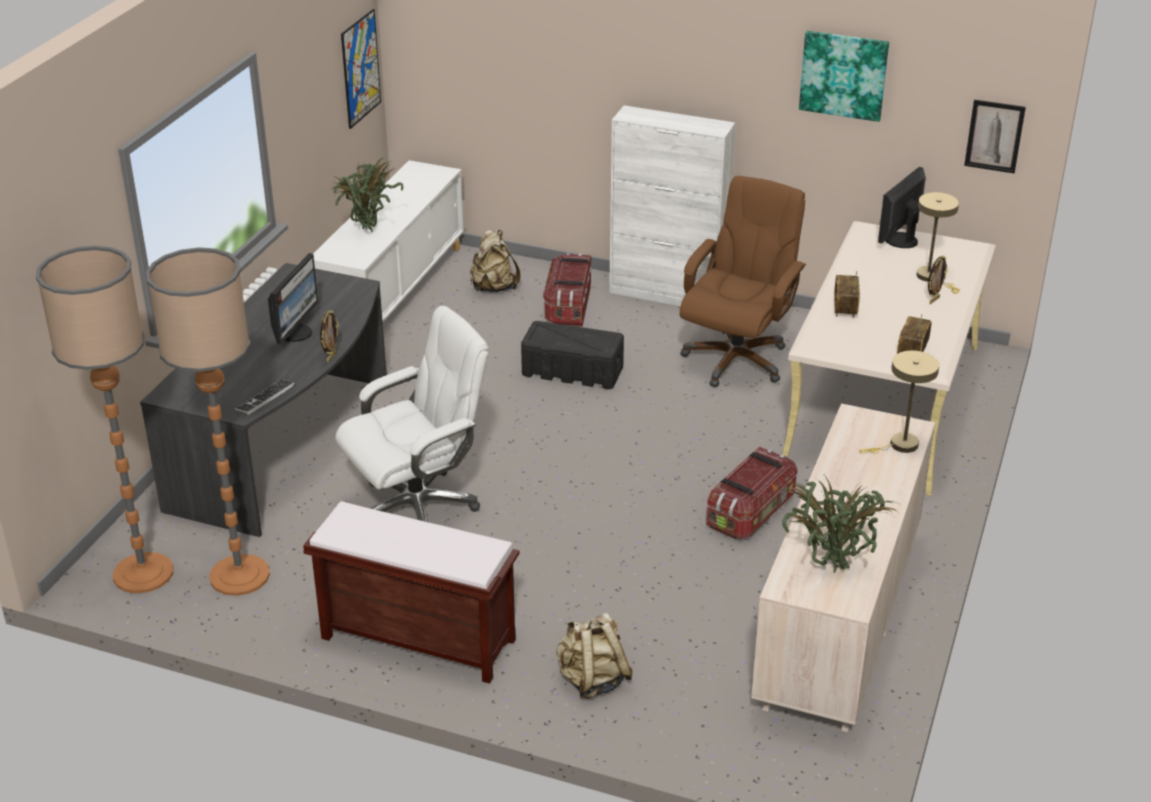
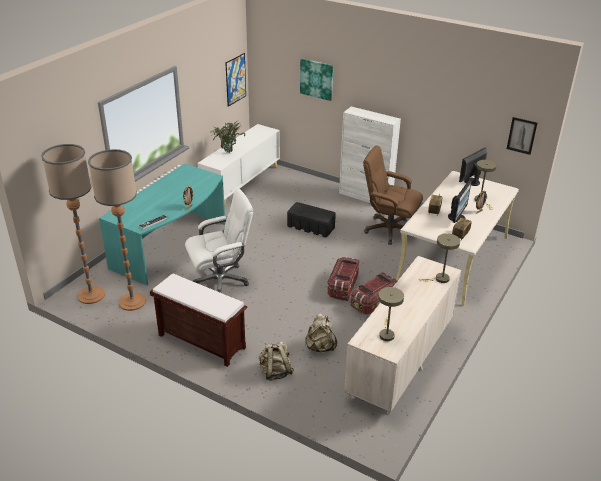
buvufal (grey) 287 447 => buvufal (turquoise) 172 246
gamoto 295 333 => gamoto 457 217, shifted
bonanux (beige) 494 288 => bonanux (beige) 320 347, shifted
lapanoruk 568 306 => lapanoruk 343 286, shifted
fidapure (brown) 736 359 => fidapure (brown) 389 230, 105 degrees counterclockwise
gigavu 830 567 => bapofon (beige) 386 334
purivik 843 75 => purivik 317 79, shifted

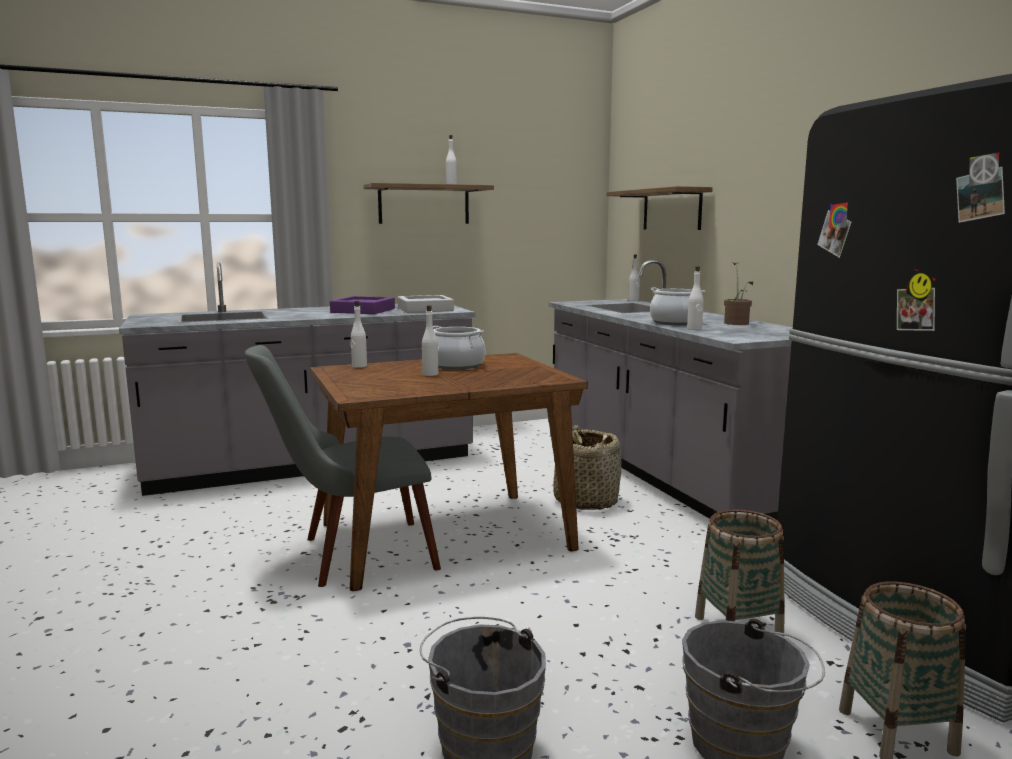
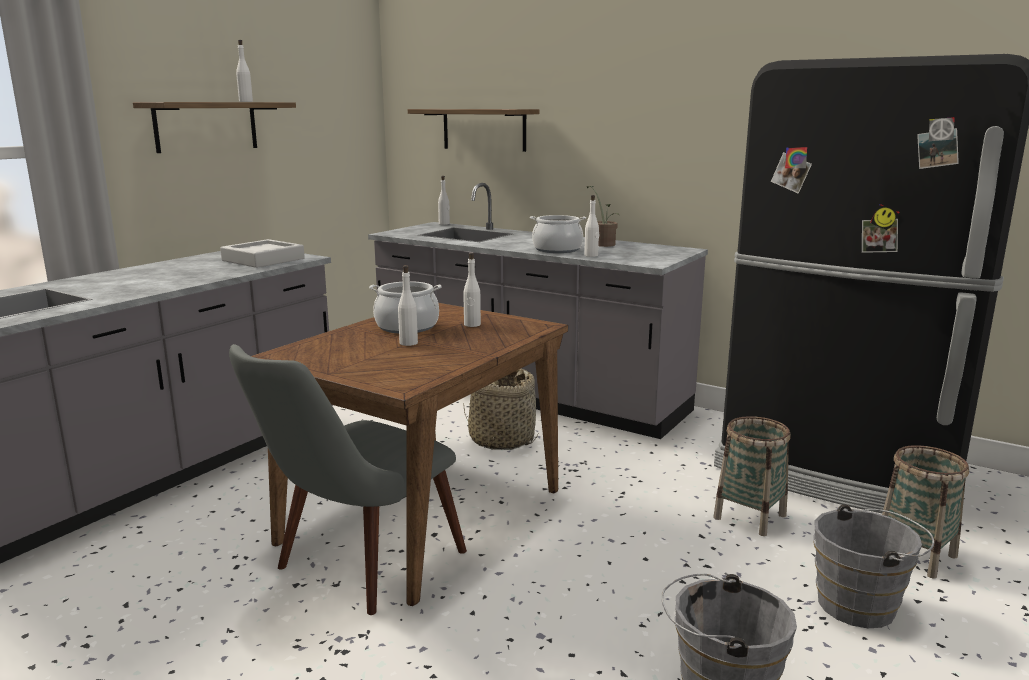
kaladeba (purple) 363 310 => nothing
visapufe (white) 359 366 => visapufe (white) 472 324, shifted

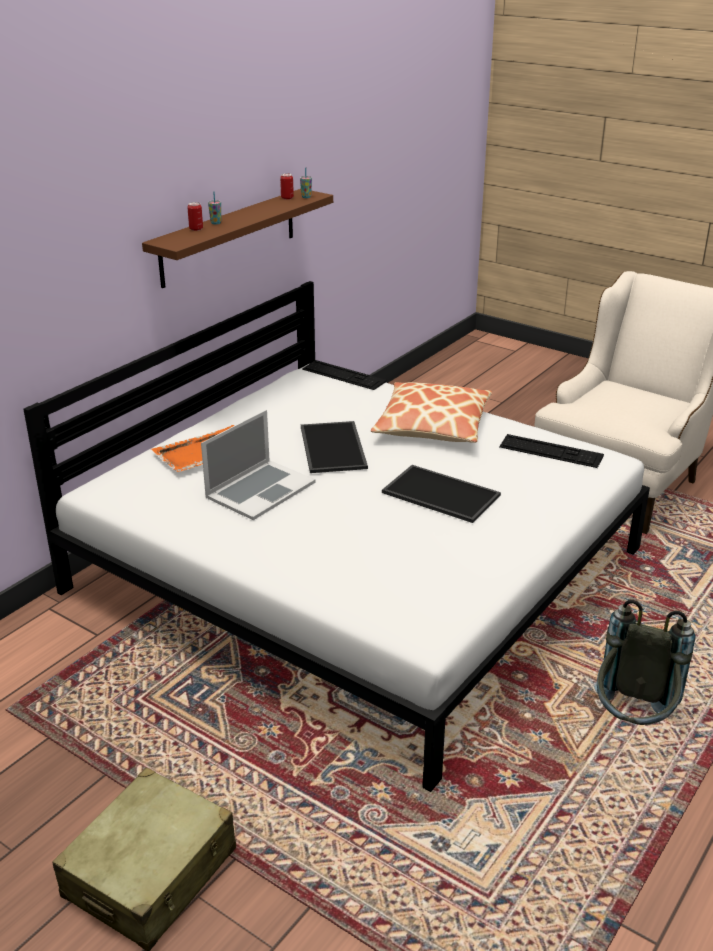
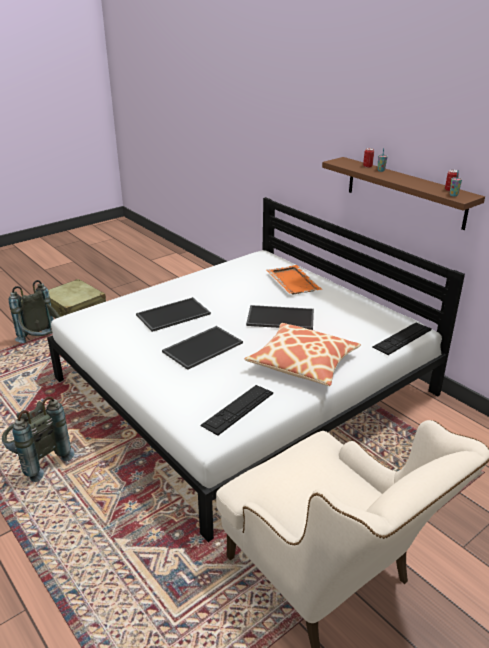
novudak 260 489 => nothing
nothing => bonanux (grey) 43 343
nothing => kaladeba 173 315

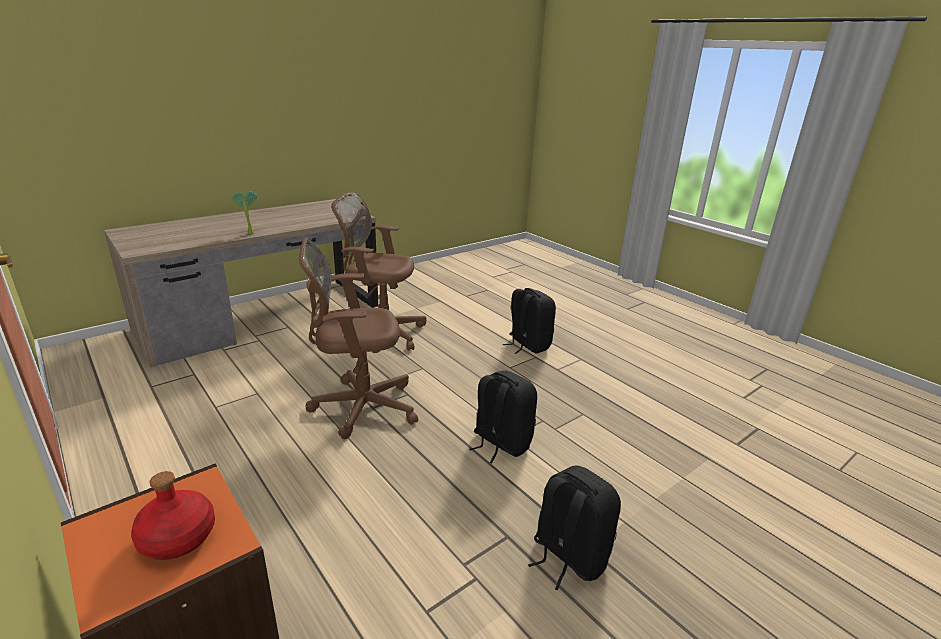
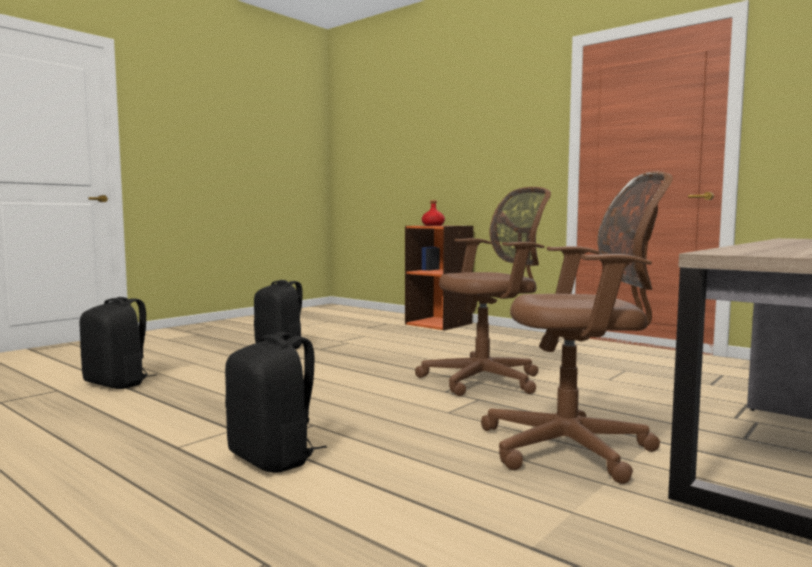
gigavu 249 233 => nothing
bonanux (black) 500 443 => bonanux (black) 118 383, shifted

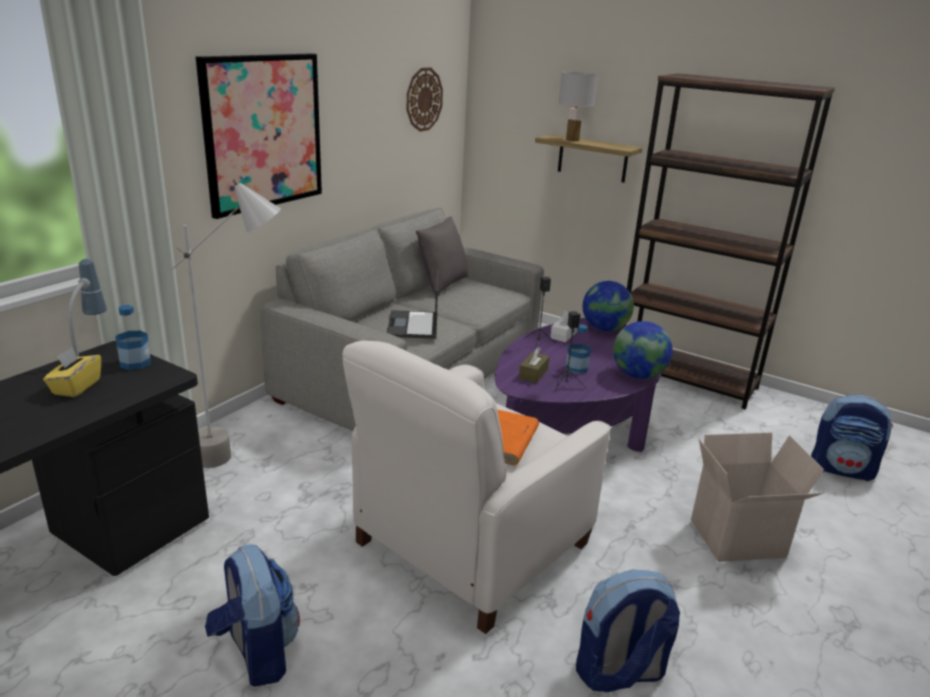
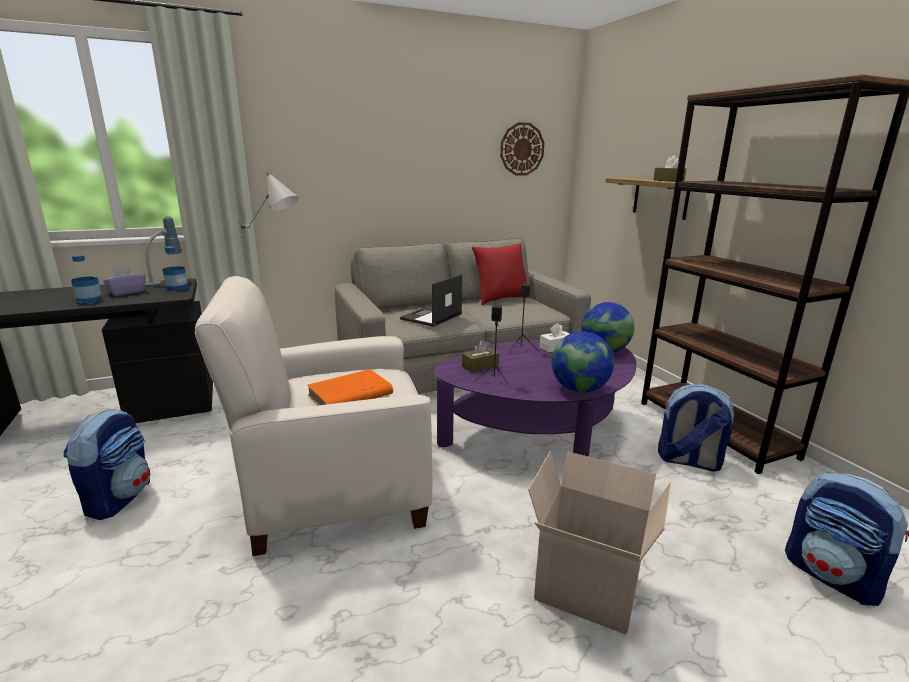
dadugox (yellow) 76 387 => dadugox (purple) 127 292
purivik 263 132 => nothing
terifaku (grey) 442 285 => terifaku (red) 500 299
bapofon (white) 572 140 => nothing
visapufe 576 368 => visapufe 89 300, shifted
bonanux 619 673 => bonanux 688 461, shifted
nothing => dadugox (brown) 668 181

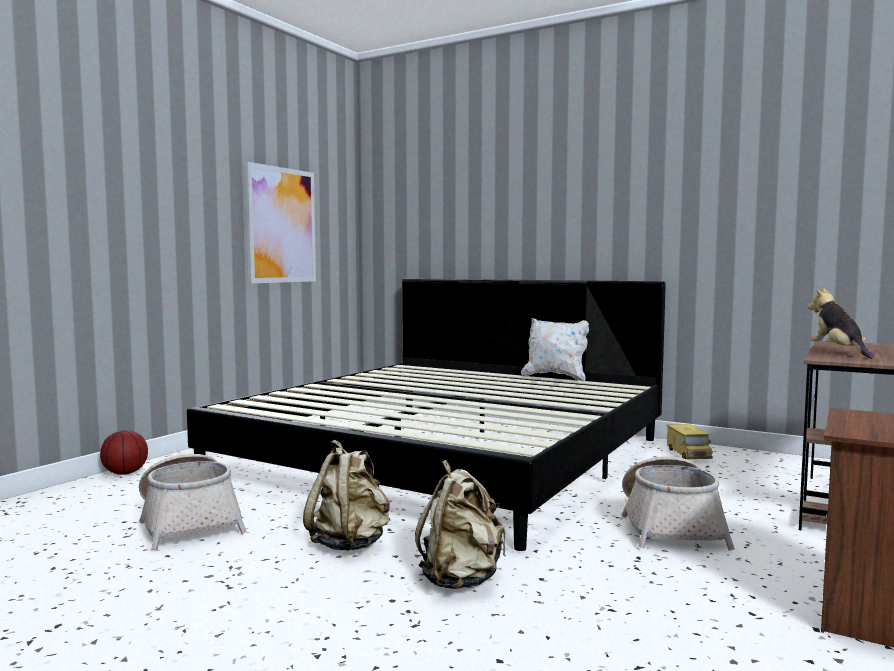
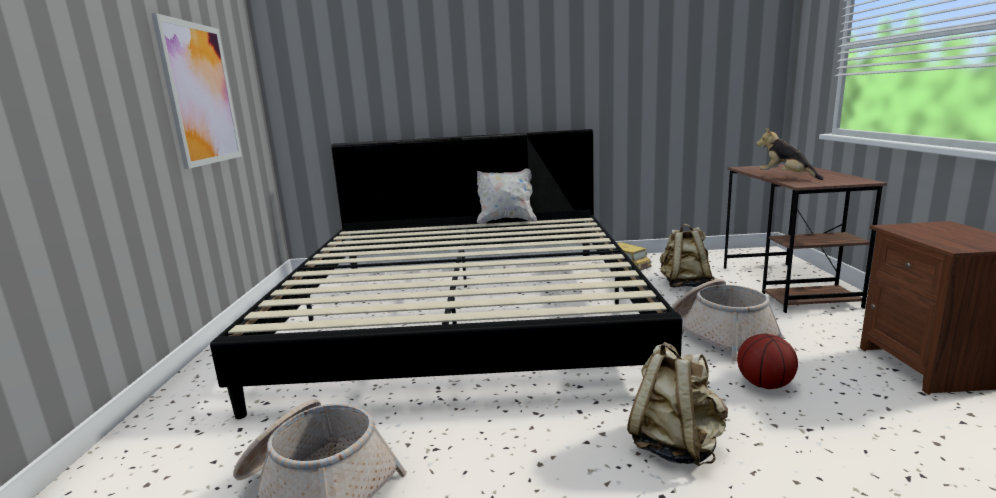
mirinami 125 473 => mirinami 764 384, shifted
bonanux (beige) 350 544 => bonanux (beige) 684 284, shifted

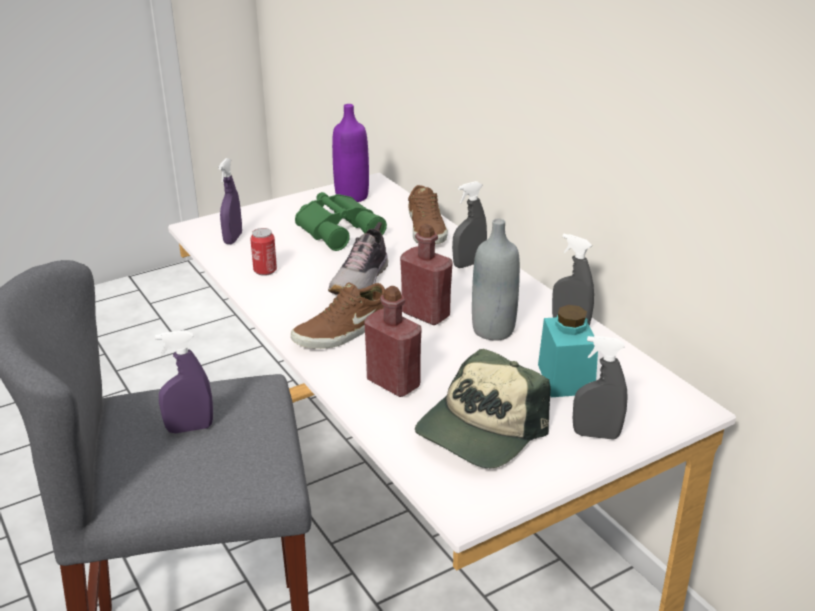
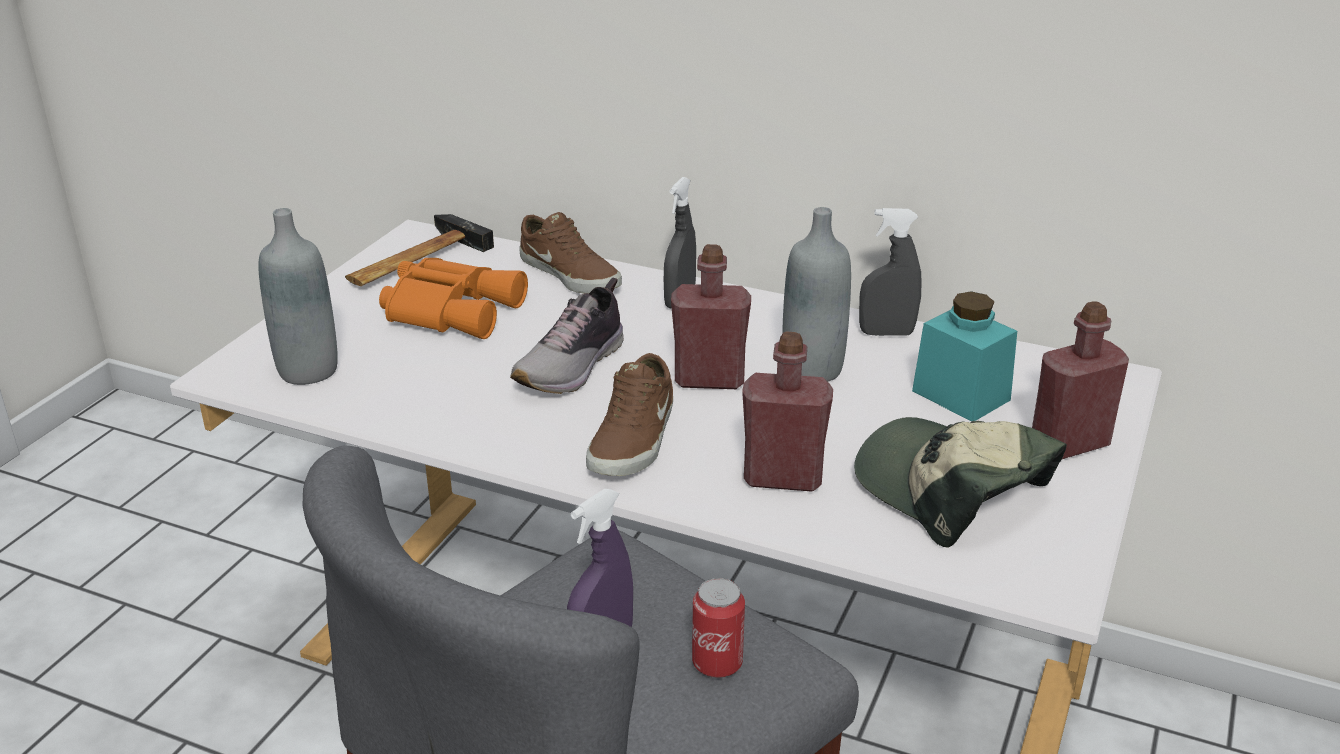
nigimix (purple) 233 238 => visapufe (grey) 308 370
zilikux 265 271 => zilikux 717 663, shifted
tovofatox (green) 340 229 => tovofatox (orange) 452 309
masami 361 281 => masami 573 366, 45 degrees clockwise
visapufe (purple) 352 196 => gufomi 411 261
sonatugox 481 430 => sonatugox 951 490, 135 degrees clockwise
nigimix (grey) 596 435 => visapufe (red) 1069 444

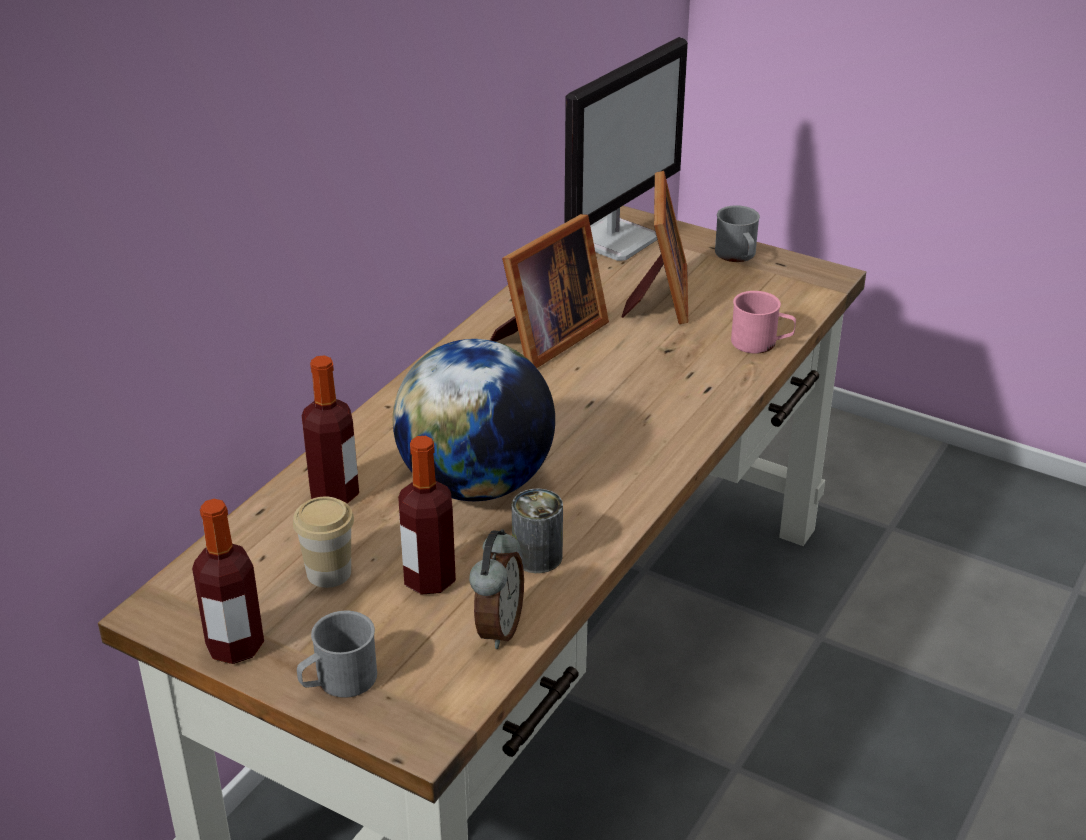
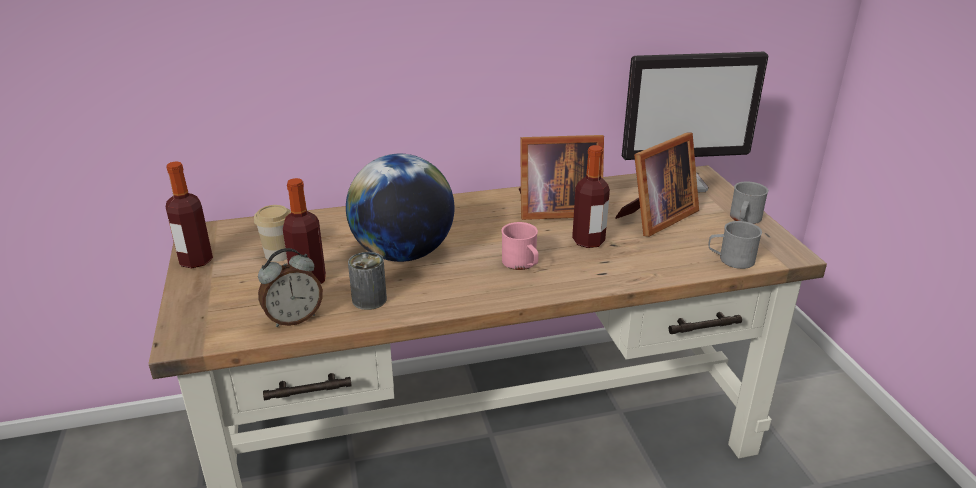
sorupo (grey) 338 681 => sorupo (grey) 730 259, shifted
visapufe 334 493 => visapufe 588 241, shifted
sorupo (pink) 761 343 => sorupo (pink) 522 264, shifted

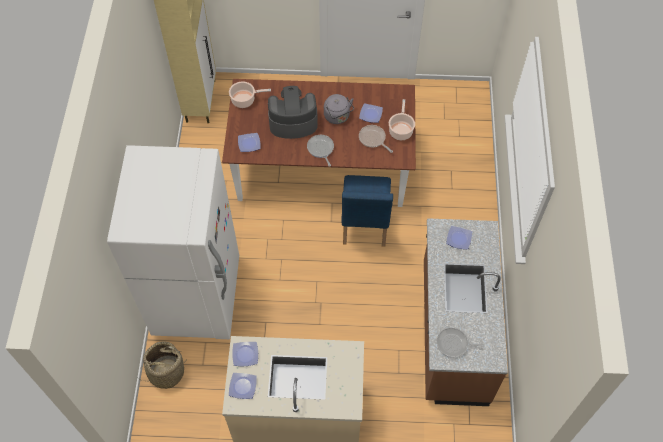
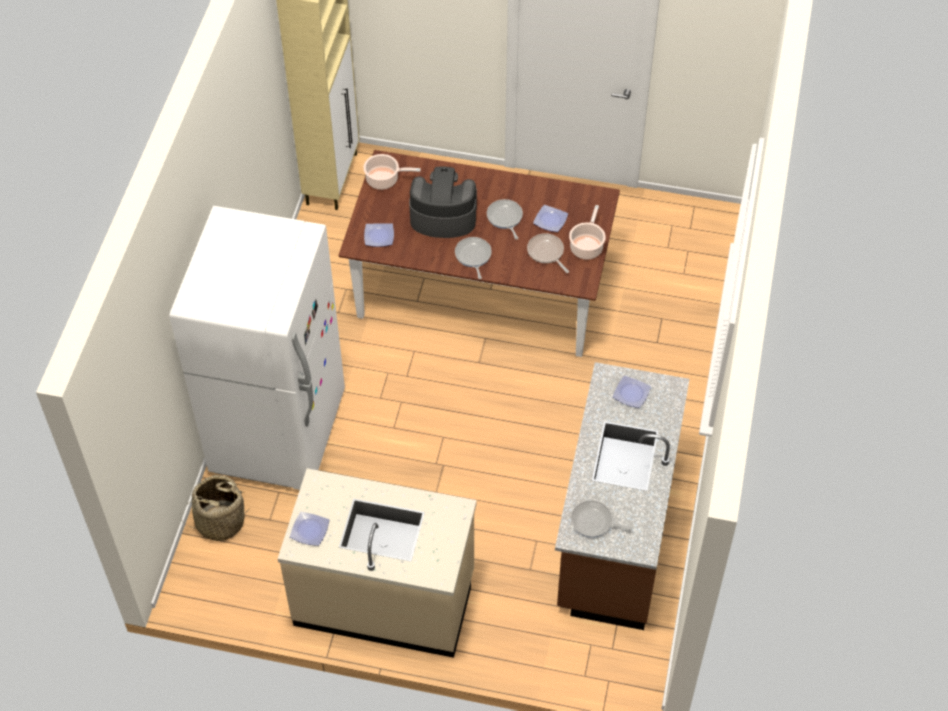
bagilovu 246 355 => nothing
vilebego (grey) 338 117 => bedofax 505 218
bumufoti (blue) 364 227 => nothing

